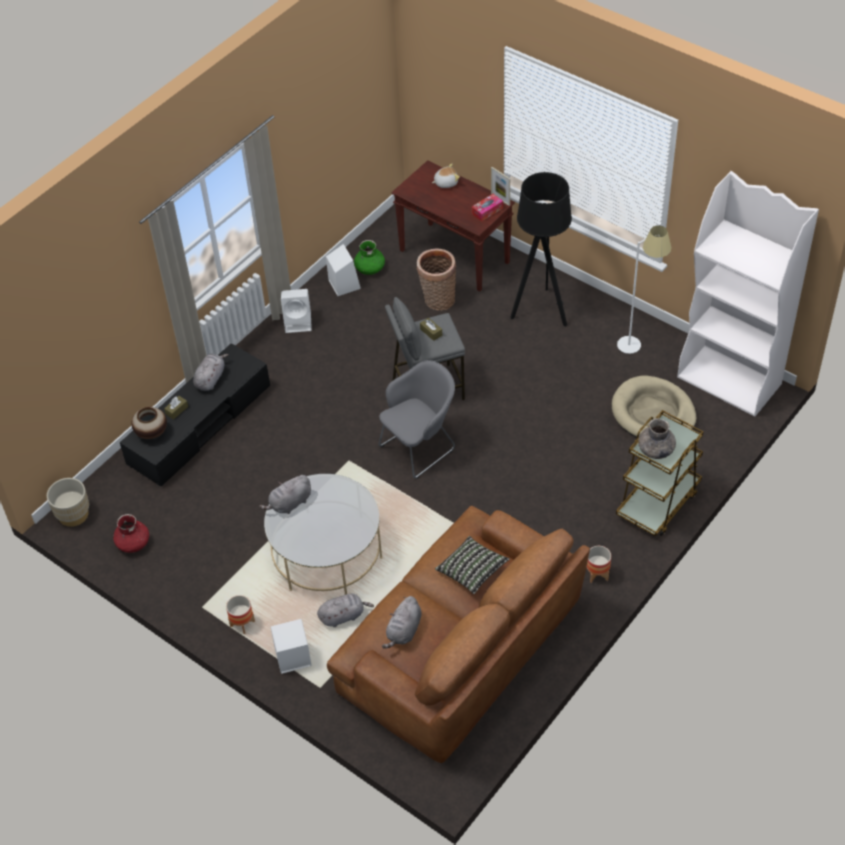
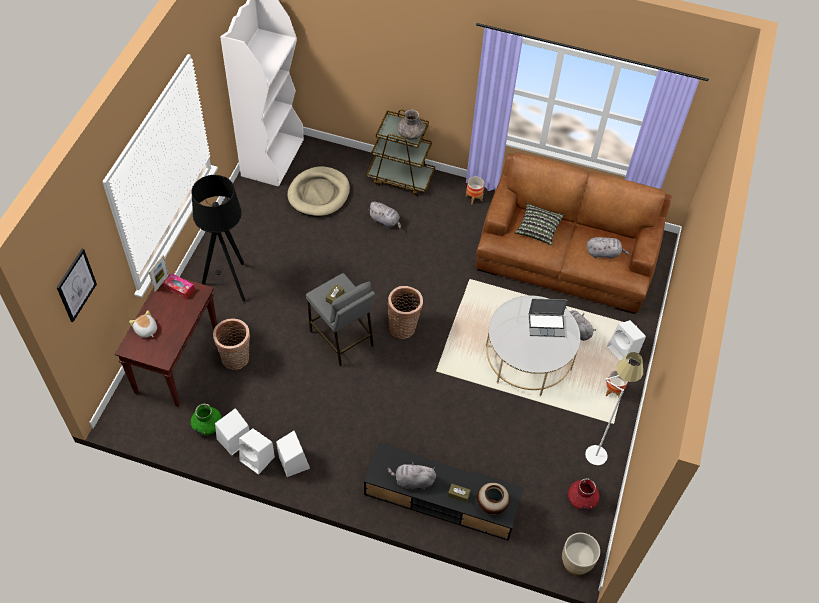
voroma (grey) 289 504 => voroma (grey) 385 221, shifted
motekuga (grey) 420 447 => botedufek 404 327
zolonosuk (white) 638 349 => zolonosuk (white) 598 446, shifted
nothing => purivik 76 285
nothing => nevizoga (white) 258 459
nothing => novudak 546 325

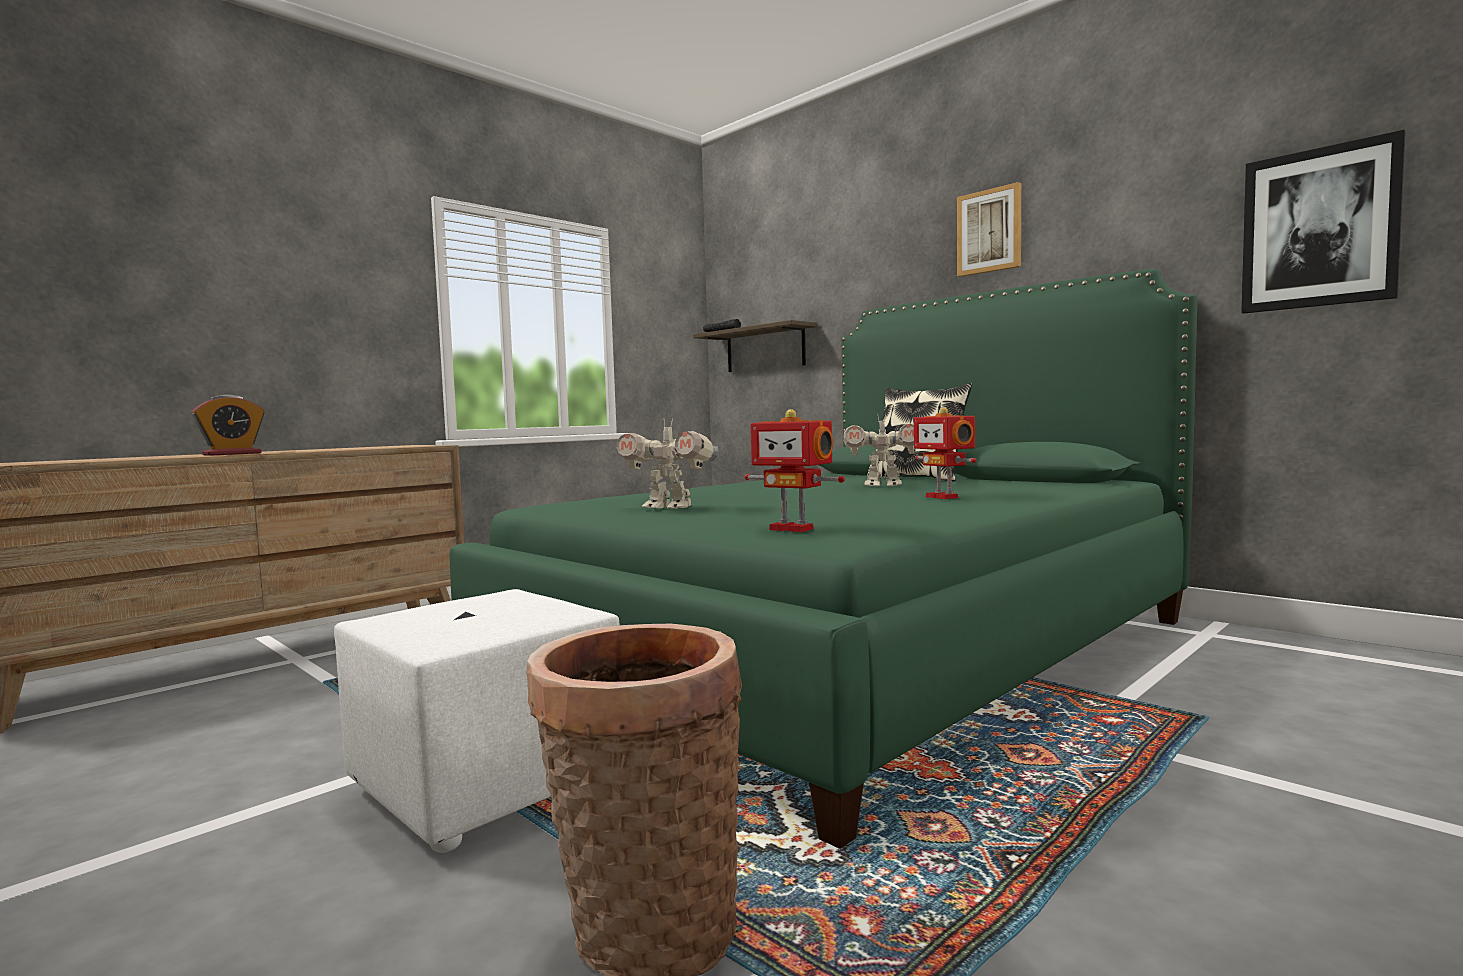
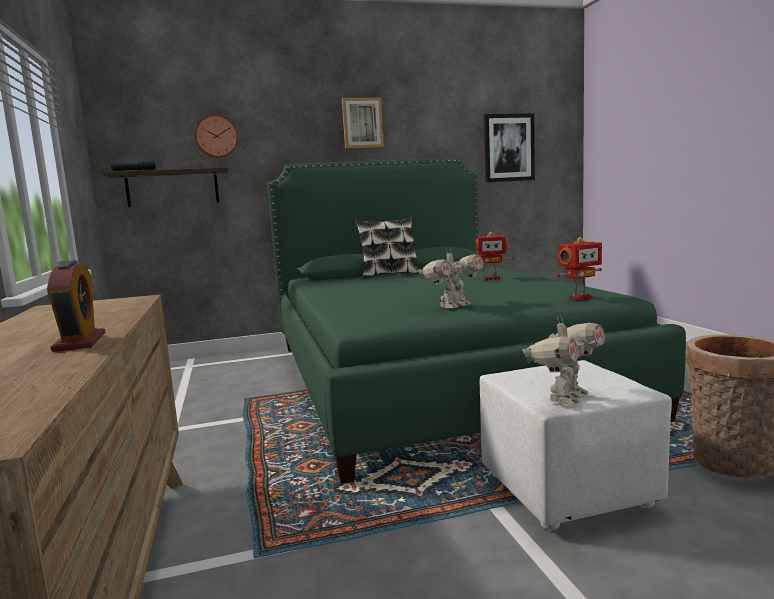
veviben 882 486 => veviben 565 398, shifted
nothing => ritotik 216 136

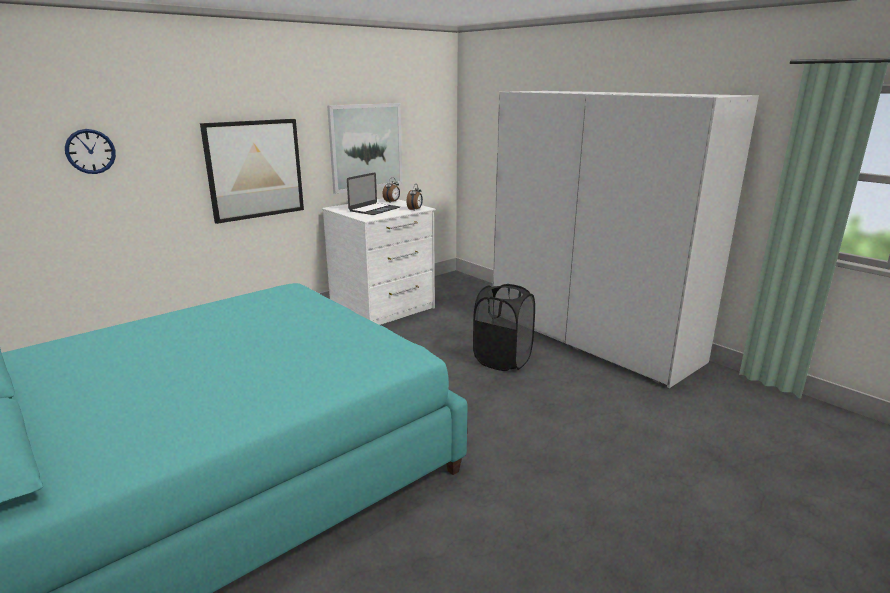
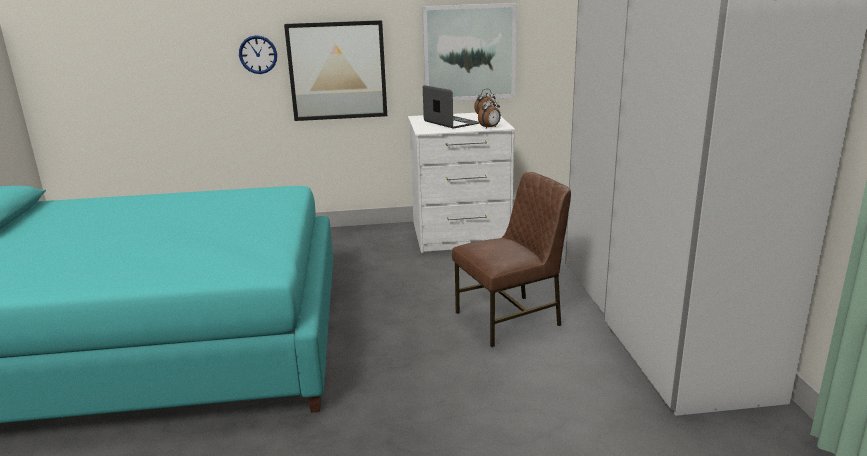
ritotik 90 151 => ritotik 258 54, shifted
novudak 374 209 => novudak 451 122, 105 degrees counterclockwise
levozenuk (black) 502 360 => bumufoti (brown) 510 319

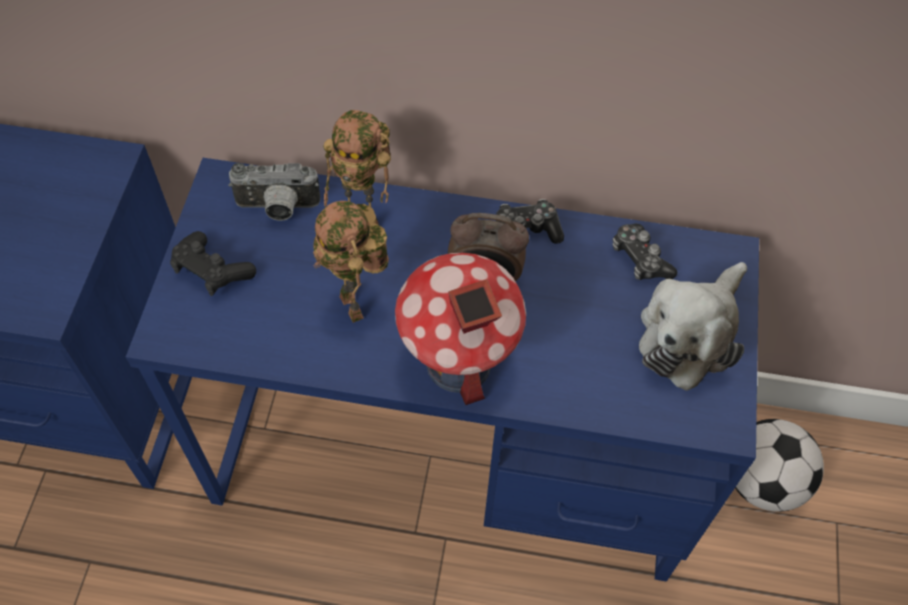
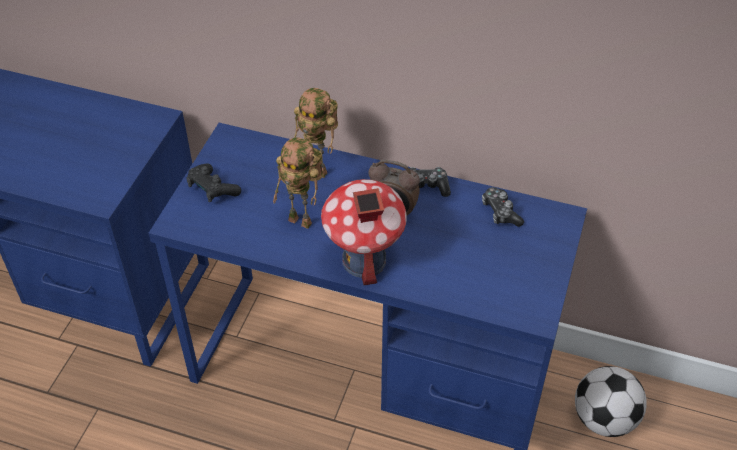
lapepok 277 209 => nothing
veviben 356 307 => veviben 303 220, 45 degrees counterclockwise
voroma 690 334 => nothing

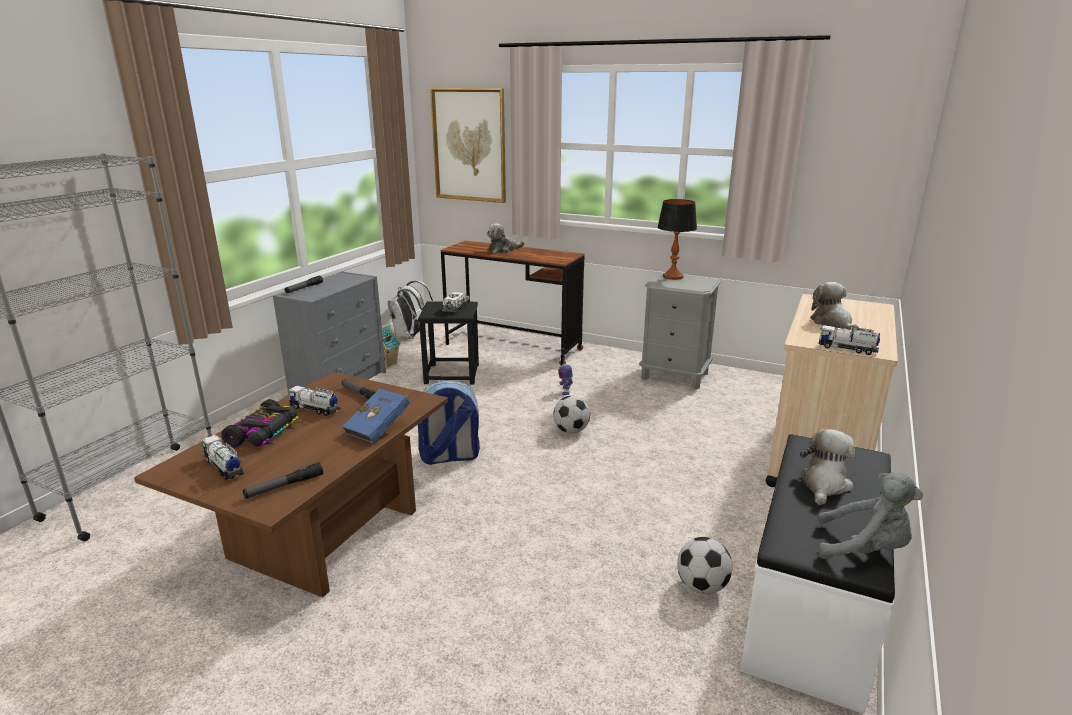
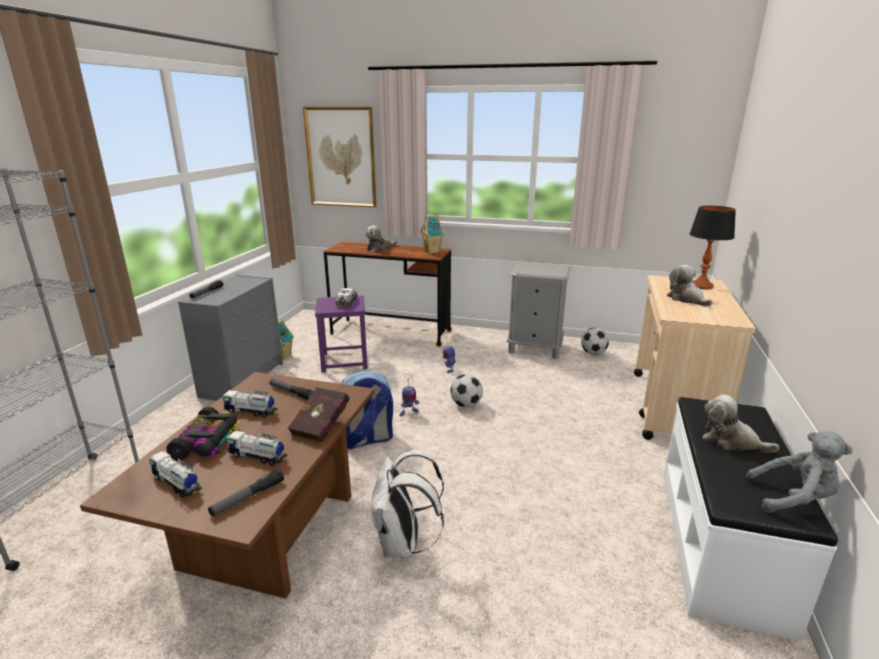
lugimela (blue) 381 429 => lugimela (red) 323 426
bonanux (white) 410 336 => bonanux (white) 403 544, shifted
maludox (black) 451 374 => maludox (purple) 344 361
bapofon 672 277 => bapofon 701 286, shifted
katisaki 701 587 => katisaki 593 353, shifted
voroma 824 484 => voroma 731 441, 75 degrees counterclockwise
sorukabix 847 349 => sorukabix 258 456, shifted
nothing => veviben 408 413
nothing => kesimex 432 251

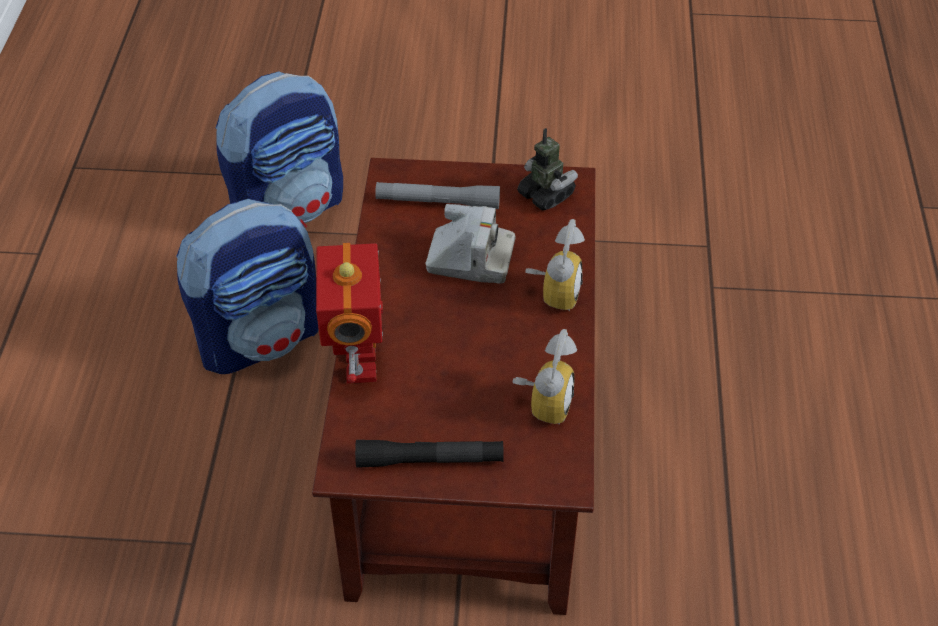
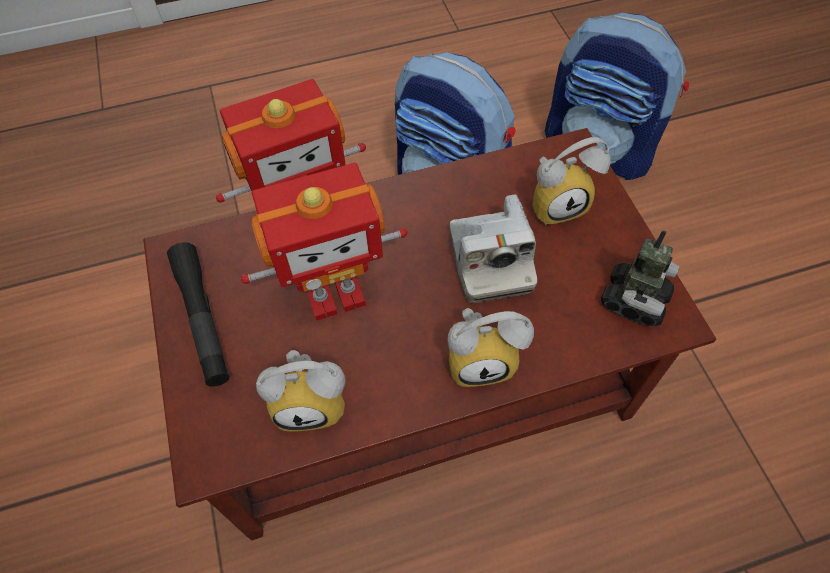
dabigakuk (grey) 438 202 => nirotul 557 203
nothing => veviben 335 296

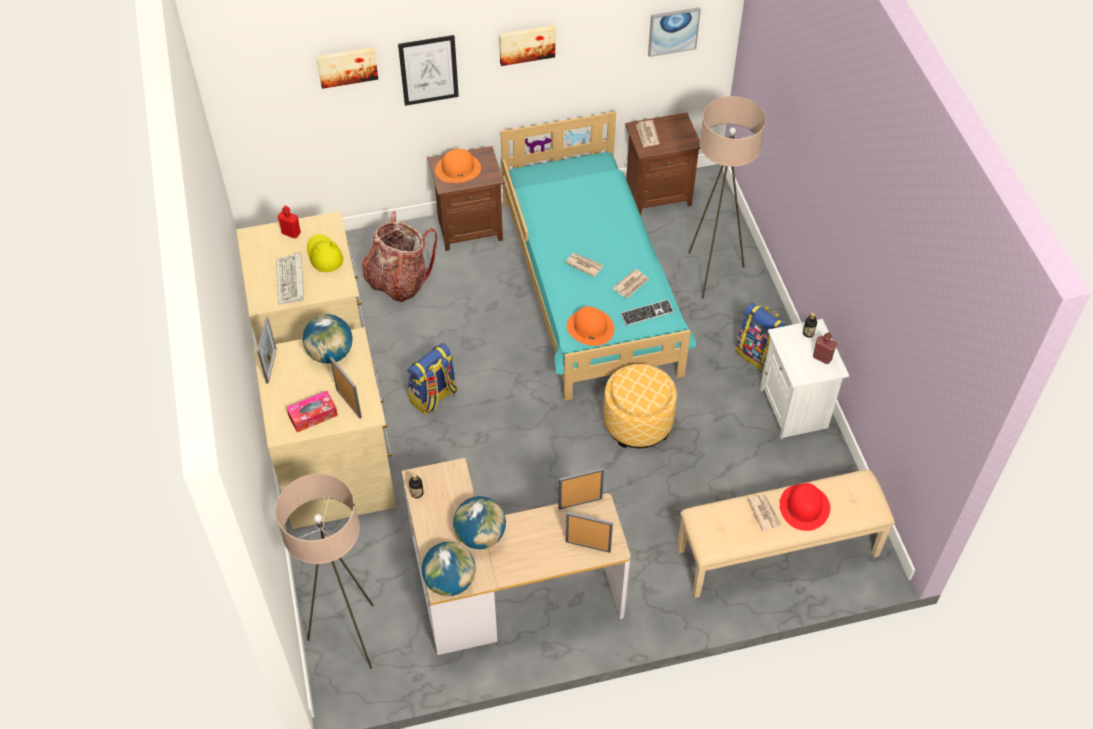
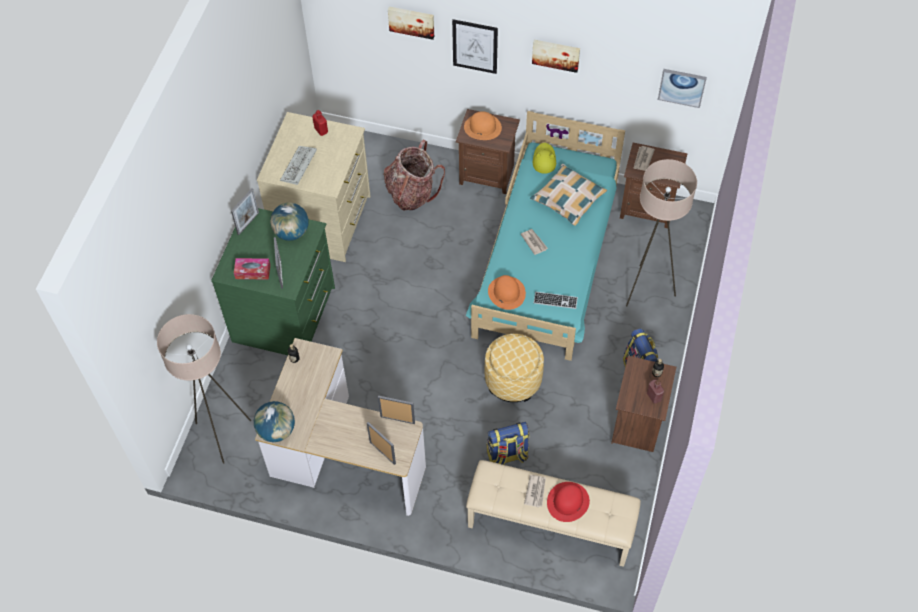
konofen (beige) 338 470 => konofen (green) 285 315
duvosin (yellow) 324 255 => duvosin (yellow) 544 160, shifted
bonanux 434 397 => bonanux 507 455, shifted
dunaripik 480 535 => nothing
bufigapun 631 285 => nothing
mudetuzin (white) 795 408 => mudetuzin (brown) 638 424
nothing => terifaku 568 199

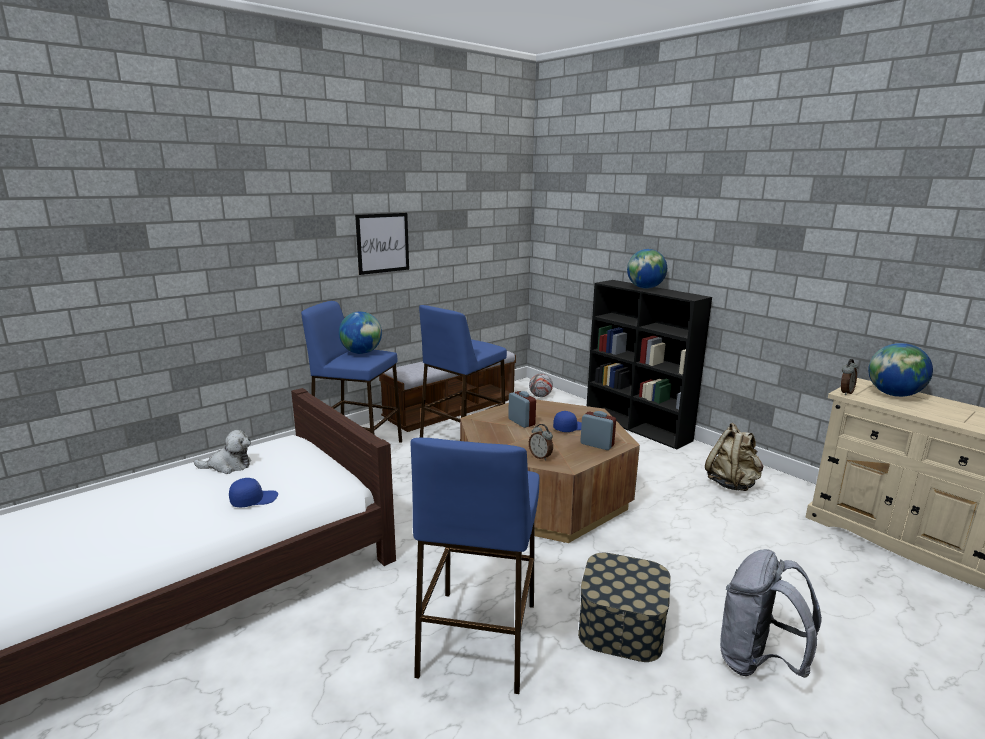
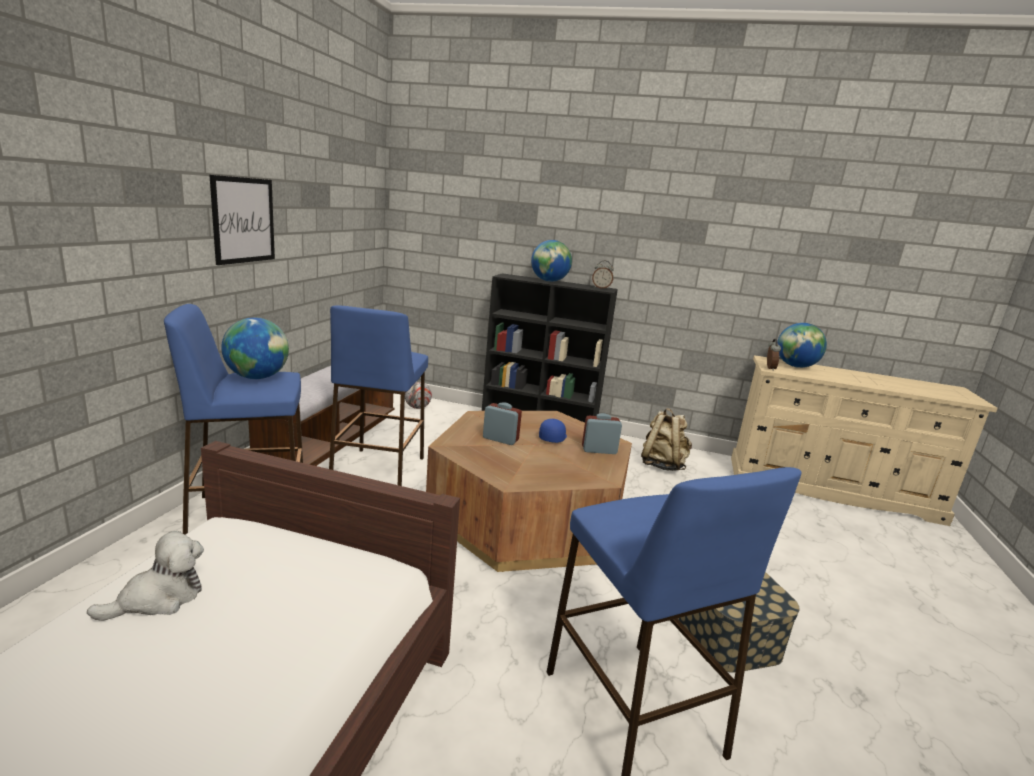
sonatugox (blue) 254 500 => nothing
nirotul 540 457 => nirotul 601 288, shifted
bonanux (grey) 757 661 => nothing

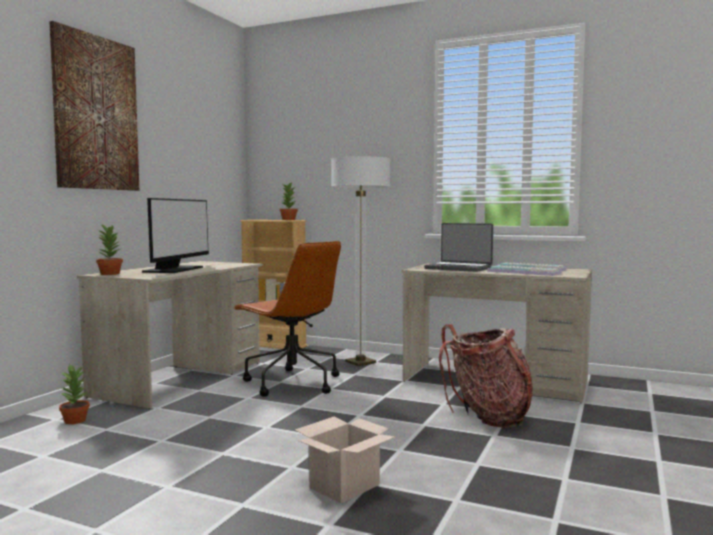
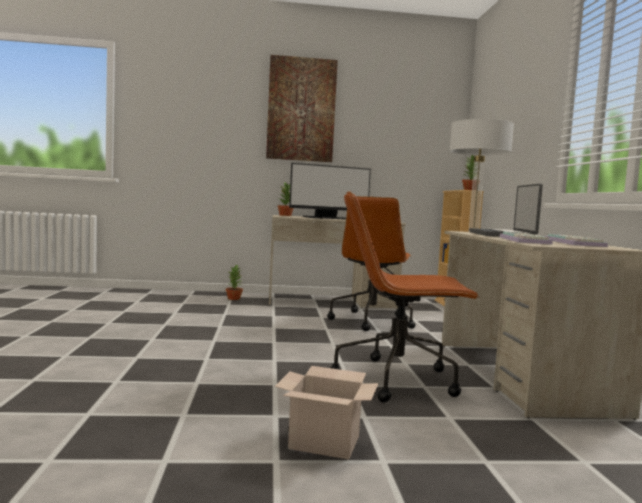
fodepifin 345 485 => fodepifin 326 442, shifted
bonanux 487 416 => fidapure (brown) 398 380

